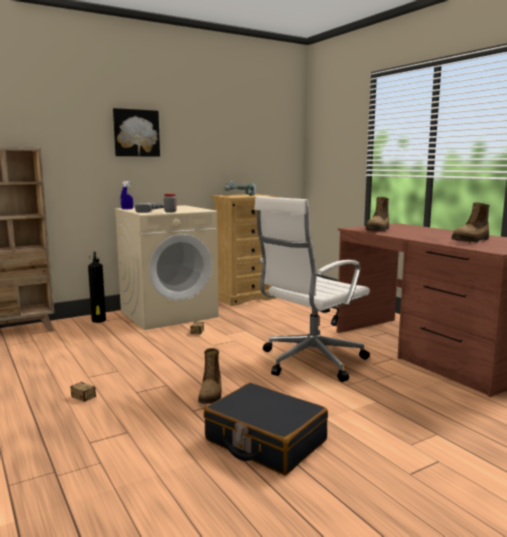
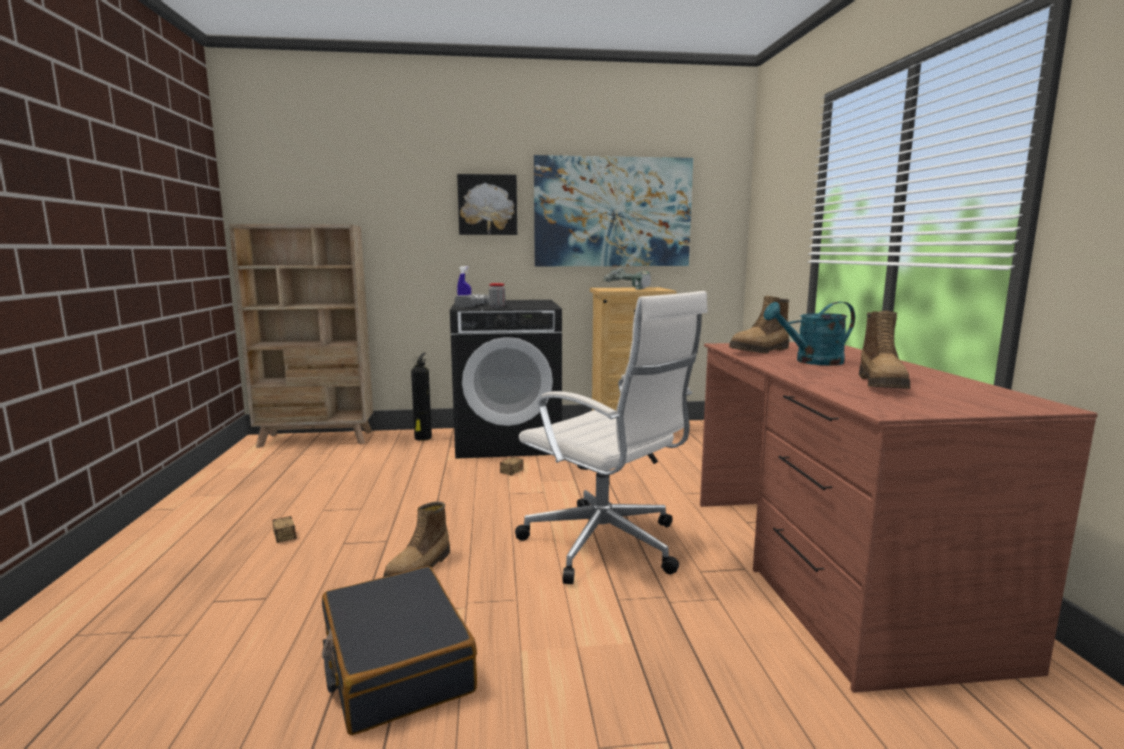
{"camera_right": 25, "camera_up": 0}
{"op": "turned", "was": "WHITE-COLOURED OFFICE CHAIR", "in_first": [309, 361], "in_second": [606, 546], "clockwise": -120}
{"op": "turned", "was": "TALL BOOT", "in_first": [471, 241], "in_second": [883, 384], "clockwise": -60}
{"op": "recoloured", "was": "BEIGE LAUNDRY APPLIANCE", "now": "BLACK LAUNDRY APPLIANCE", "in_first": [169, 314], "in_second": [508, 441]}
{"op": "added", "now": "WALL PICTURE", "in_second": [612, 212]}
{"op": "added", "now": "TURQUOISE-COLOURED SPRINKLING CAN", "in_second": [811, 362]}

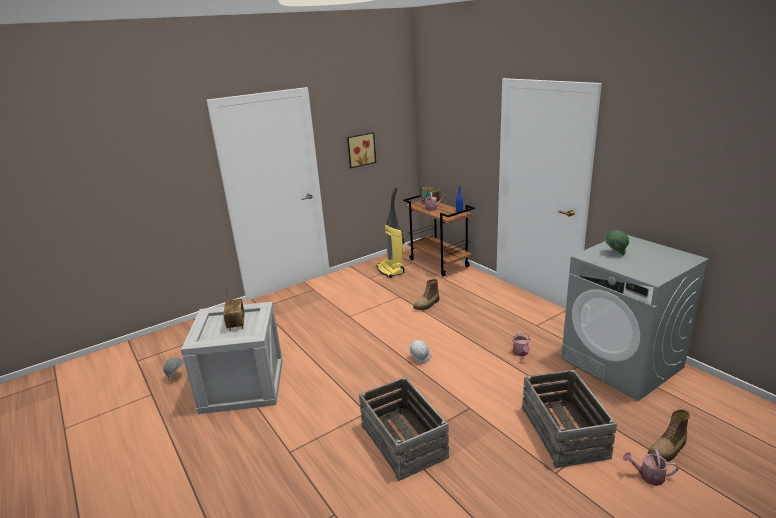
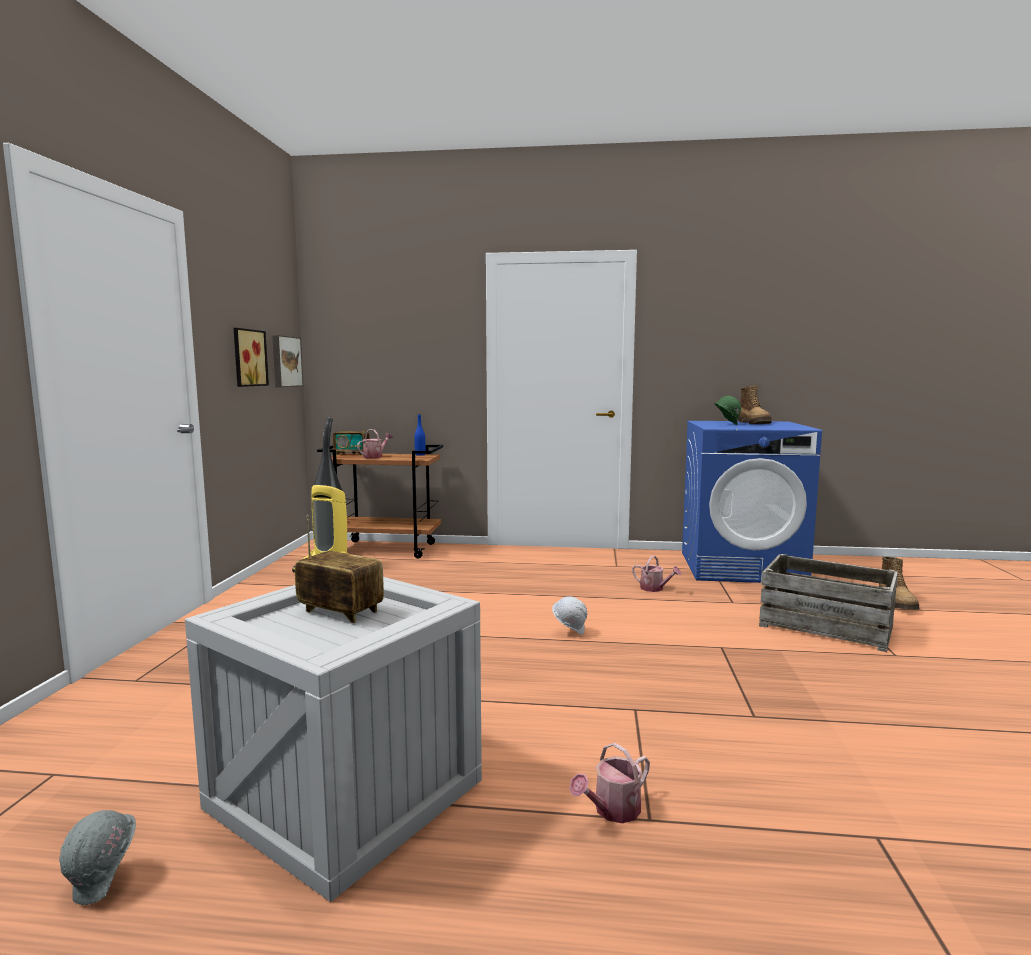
{"camera_right": -50, "camera_up": -15}
{"op": "recoloured", "was": "GREYISH LAUNDRY APPLIANCE", "now": "BLUE LAUNDRY APPLIANCE", "in_first": [622, 363], "in_second": [741, 567]}
{"op": "moved", "was": "TALL BOOT", "in_first": [427, 305], "in_second": [754, 423]}
{"op": "removed", "was": "SHIPPING CRATE", "in_first": [404, 441]}
{"op": "moved", "was": "SPRINKLING CAN", "in_first": [648, 476], "in_second": [612, 811]}
{"op": "added", "now": "WALL PICTURE", "in_second": [285, 361]}

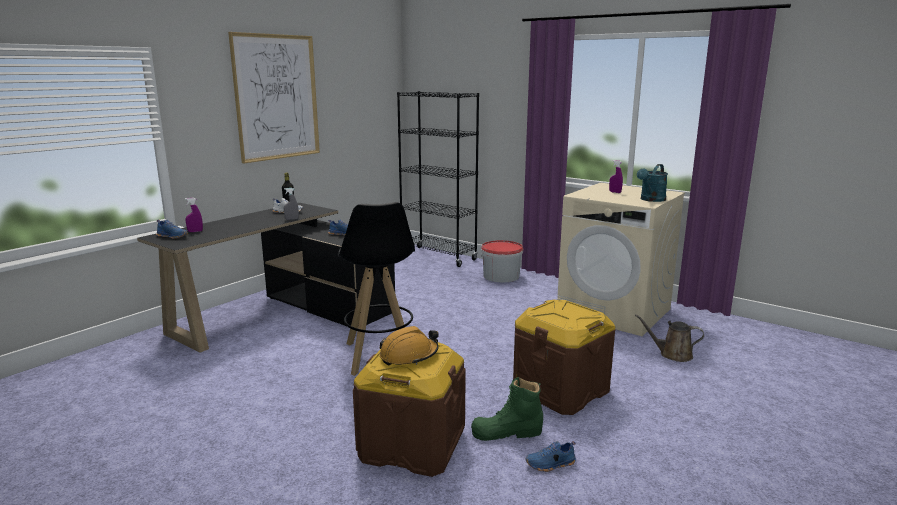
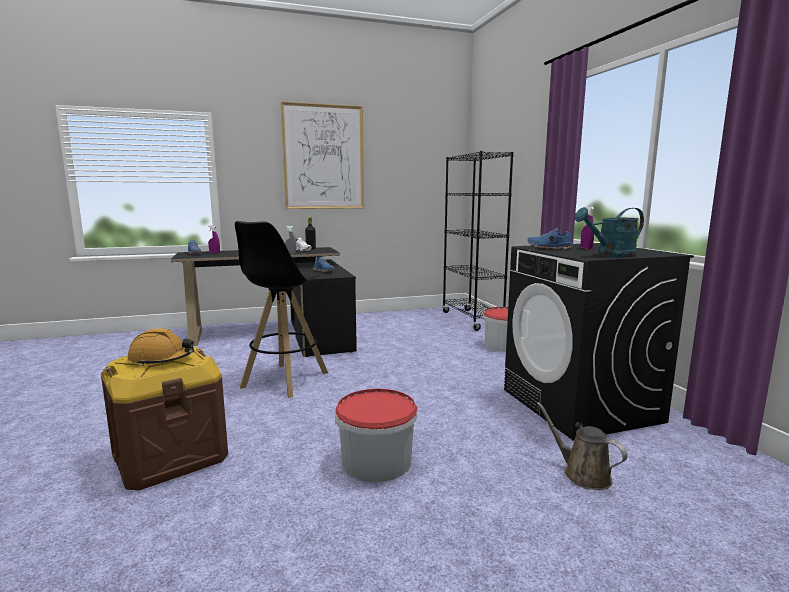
{"camera_right": 35, "camera_up": -5}
{"op": "recoloured", "was": "BEIGE LAUNDRY APPLIANCE", "now": "BLACK LAUNDRY APPLIANCE", "in_first": [614, 311], "in_second": [580, 405]}
{"op": "replaced", "was": "BROWN STORAGE CONTAINER", "now": "WATER BUCKET", "in_first": [560, 389], "in_second": [377, 461]}
{"op": "removed", "was": "GREENISH TALL BOOT", "in_first": [507, 432]}
{"op": "moved", "was": "BLUE ITEM OF FOOTWEAR", "in_first": [551, 464], "in_second": [549, 248]}

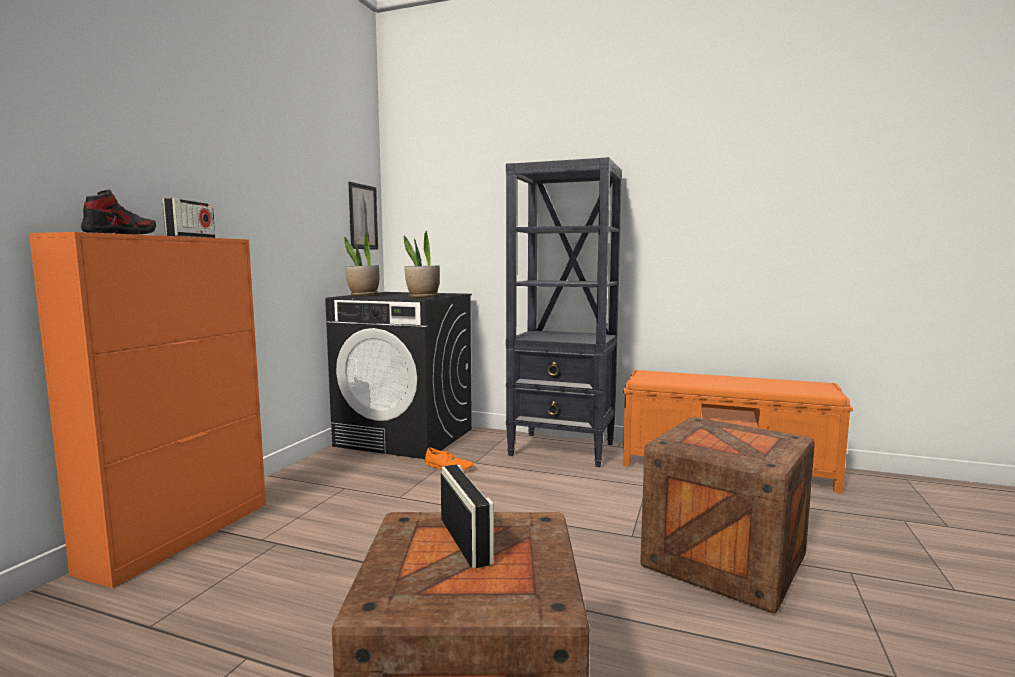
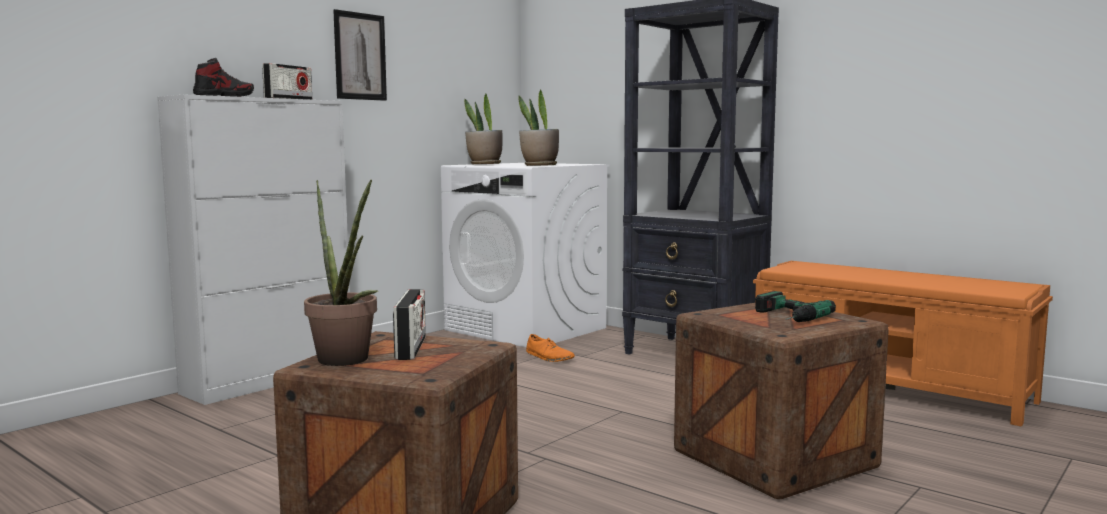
{"camera_right": 20, "camera_up": 0}
{"op": "moved", "was": "WALL PICTURE", "in_first": [363, 217], "in_second": [360, 56]}
{"op": "recoloured", "was": "ORANGEY STORAGE CABINET", "now": "WHITE-COLOURED STORAGE CABINET", "in_first": [181, 535], "in_second": [271, 379]}
{"op": "recoloured", "was": "BLACK LAUNDRY APPLIANCE", "now": "WHITE-COLOURED LAUNDRY APPLIANCE", "in_first": [406, 437], "in_second": [526, 329]}
{"op": "added", "now": "PLANT IN A POT", "in_second": [347, 362]}
{"op": "added", "now": "DRILL", "in_second": [783, 317]}

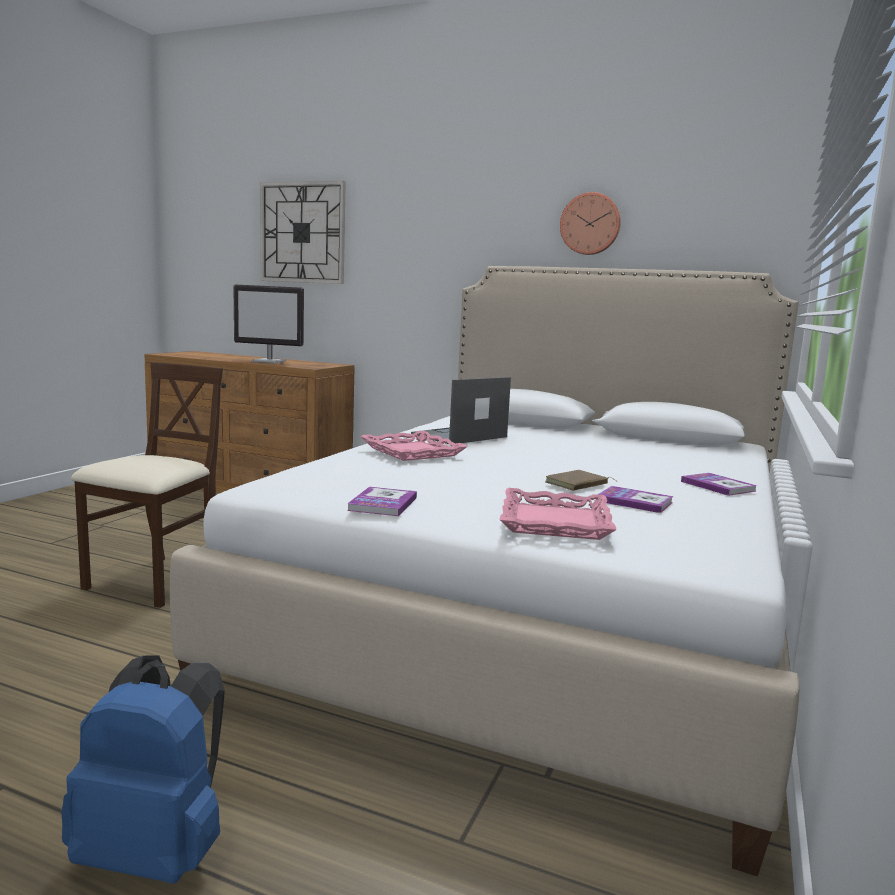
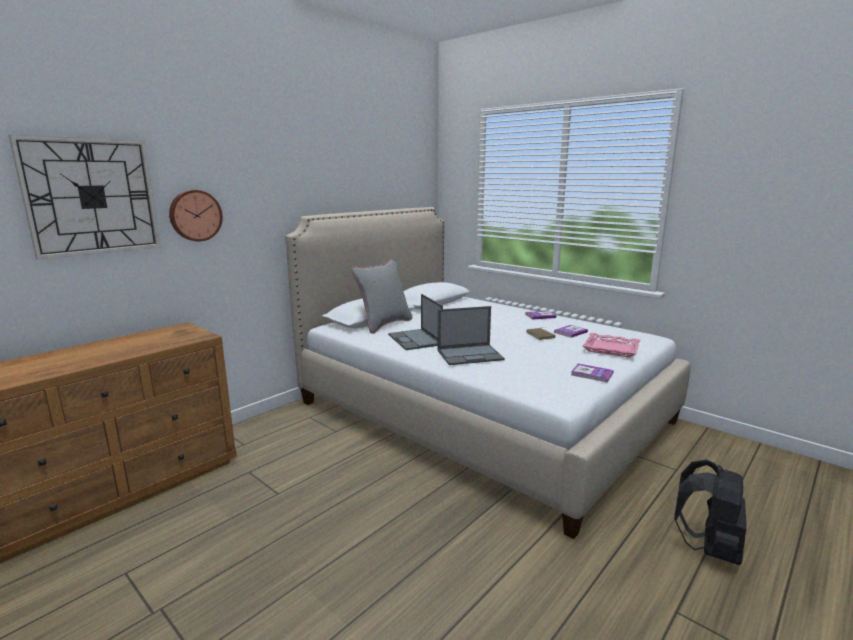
{"camera_right": -70, "camera_up": 5}
{"op": "moved", "was": "WALL CLOCK", "in_first": [590, 224], "in_second": [195, 215]}
{"op": "removed", "was": "COMPUTER SCREEN", "in_first": [269, 362]}
{"op": "removed", "was": "BEIGE PLAIN CHAIR", "in_first": [156, 581]}
{"op": "replaced", "was": "PINKISH TRAY", "now": "NOTEBOOK COMPUTER", "in_first": [413, 452], "in_second": [470, 355]}
{"op": "recoloured", "was": "BLUE RUCKSACK", "now": "BLACK RUCKSACK", "in_first": [156, 852], "in_second": [709, 548]}
{"op": "added", "now": "GREYISH THROW PILLOW", "in_second": [384, 324]}

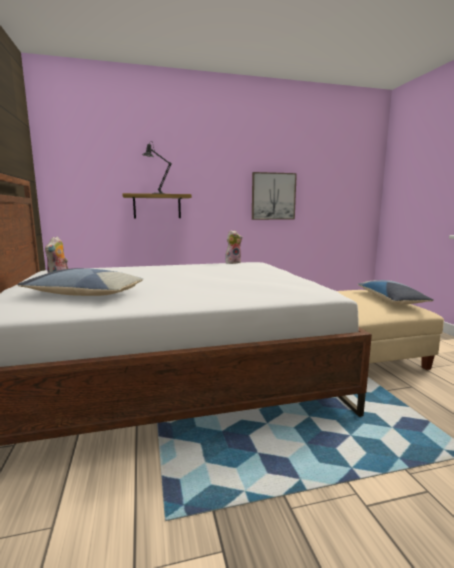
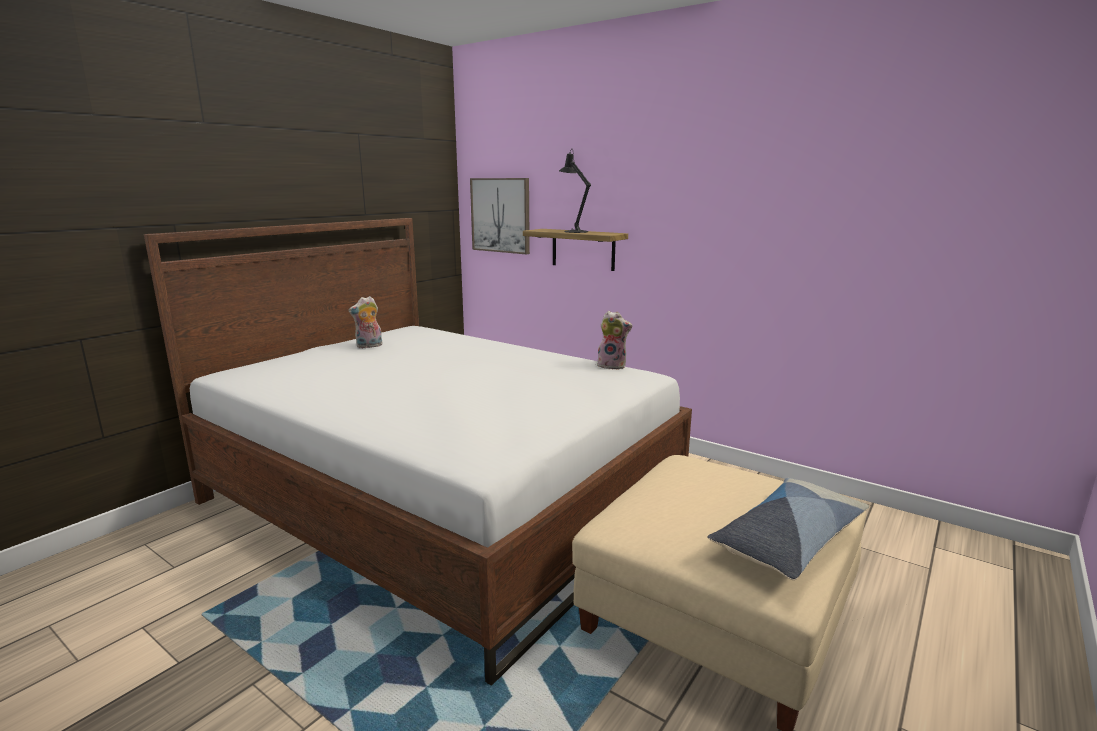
{"camera_right": 50, "camera_up": 5}
{"op": "moved", "was": "WALL PICTURE", "in_first": [273, 196], "in_second": [501, 215]}
{"op": "removed", "was": "THROW PILLOW", "in_first": [84, 294]}

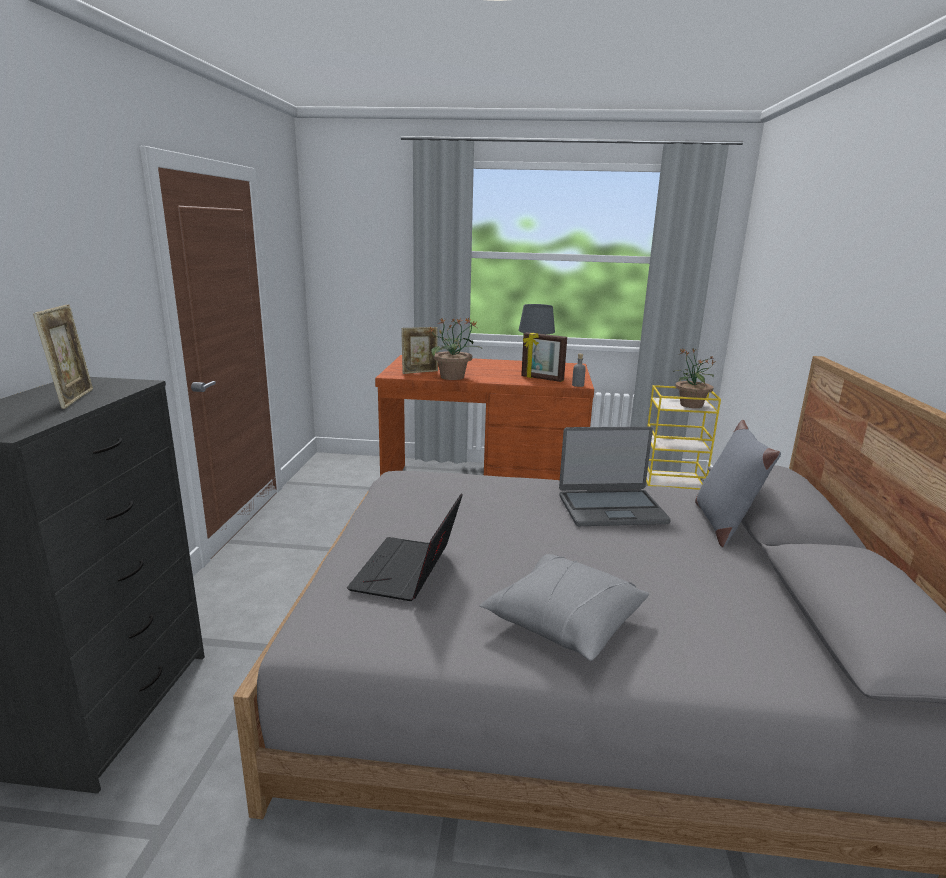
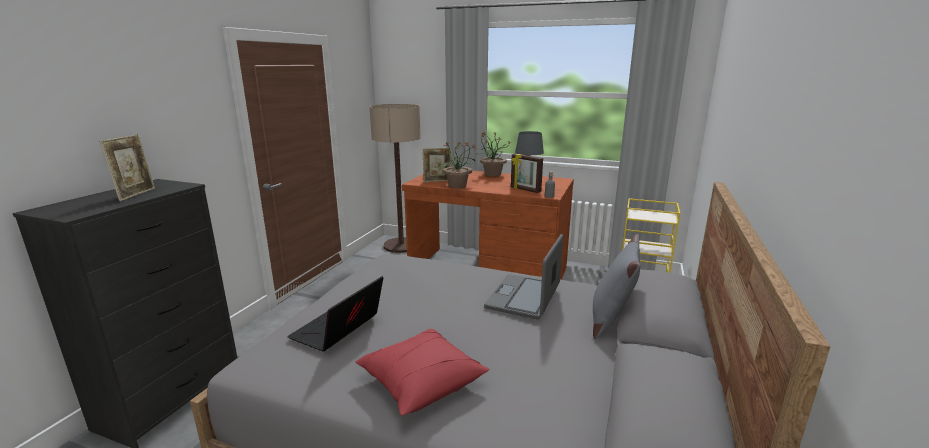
{"camera_right": 15, "camera_up": 0}
{"op": "moved", "was": "PLANT IN A POT", "in_first": [690, 405], "in_second": [492, 174]}
{"op": "turned", "was": "NOTEBOOK COMPUTER", "in_first": [611, 508], "in_second": [524, 297], "clockwise": 105}
{"op": "recoloured", "was": "GREYISH THROW PILLOW", "now": "RED-COLOURED THROW PILLOW", "in_first": [564, 621], "in_second": [421, 381]}
{"op": "added", "now": "STANDING LAMP", "in_second": [401, 246]}

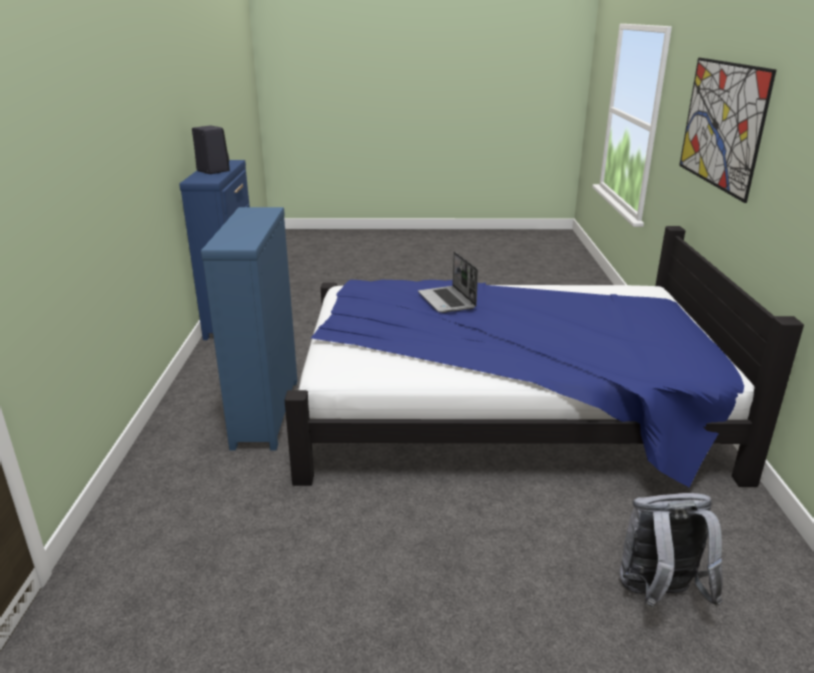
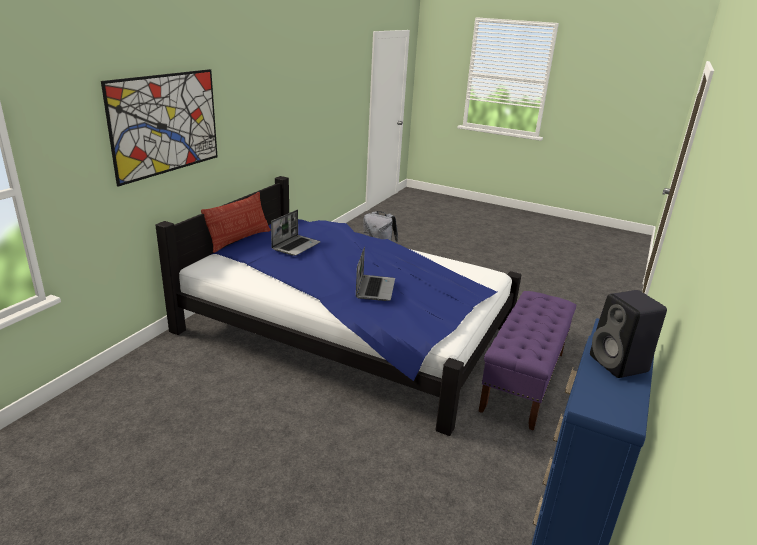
{"camera_right": -155, "camera_up": 0}
{"op": "replaced", "was": "BLUE DRAWER CHEST", "now": "PURPLISH LONG SEAT", "in_first": [265, 413], "in_second": [523, 380]}
{"op": "added", "now": "THROW PILLOW", "in_second": [239, 239]}
{"op": "added", "now": "NOTEBOOK COMPUTER", "in_second": [296, 246]}

